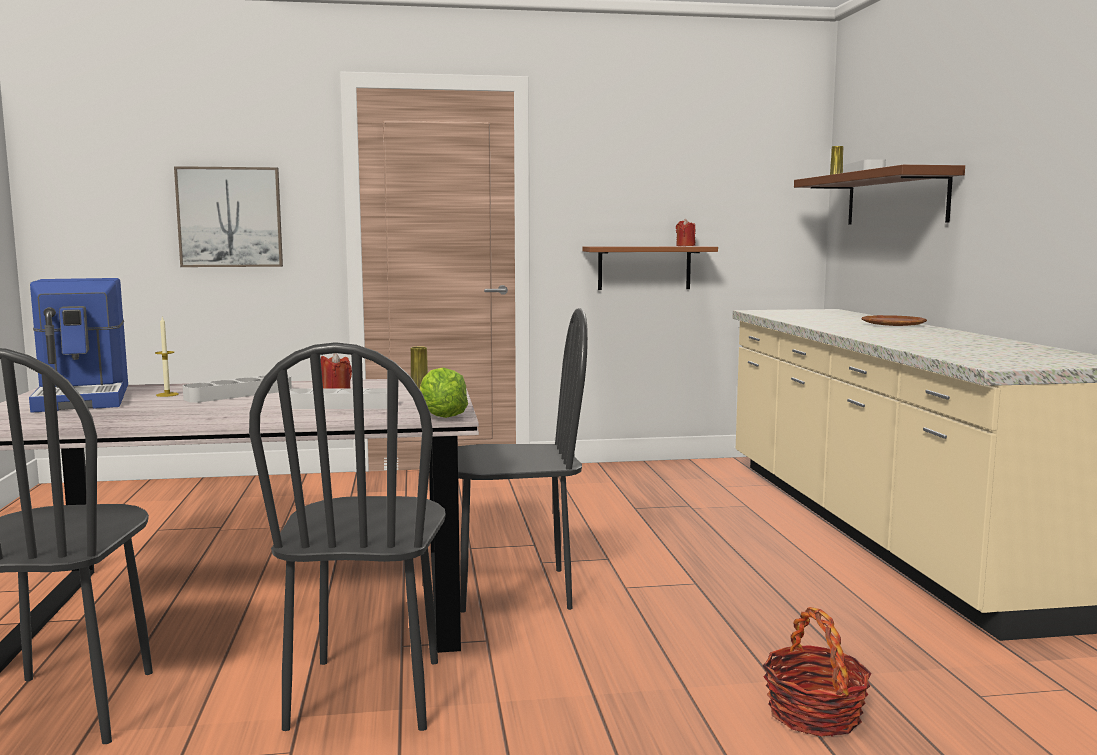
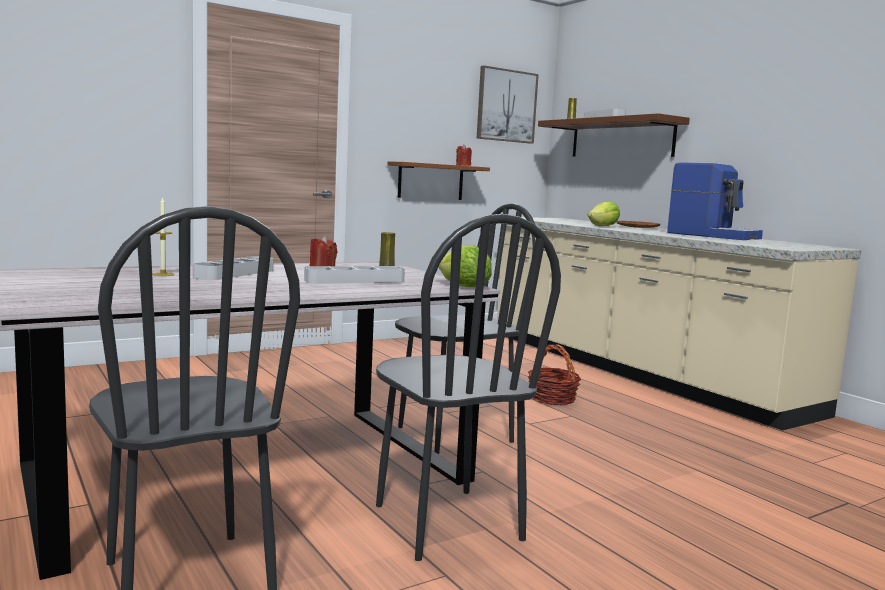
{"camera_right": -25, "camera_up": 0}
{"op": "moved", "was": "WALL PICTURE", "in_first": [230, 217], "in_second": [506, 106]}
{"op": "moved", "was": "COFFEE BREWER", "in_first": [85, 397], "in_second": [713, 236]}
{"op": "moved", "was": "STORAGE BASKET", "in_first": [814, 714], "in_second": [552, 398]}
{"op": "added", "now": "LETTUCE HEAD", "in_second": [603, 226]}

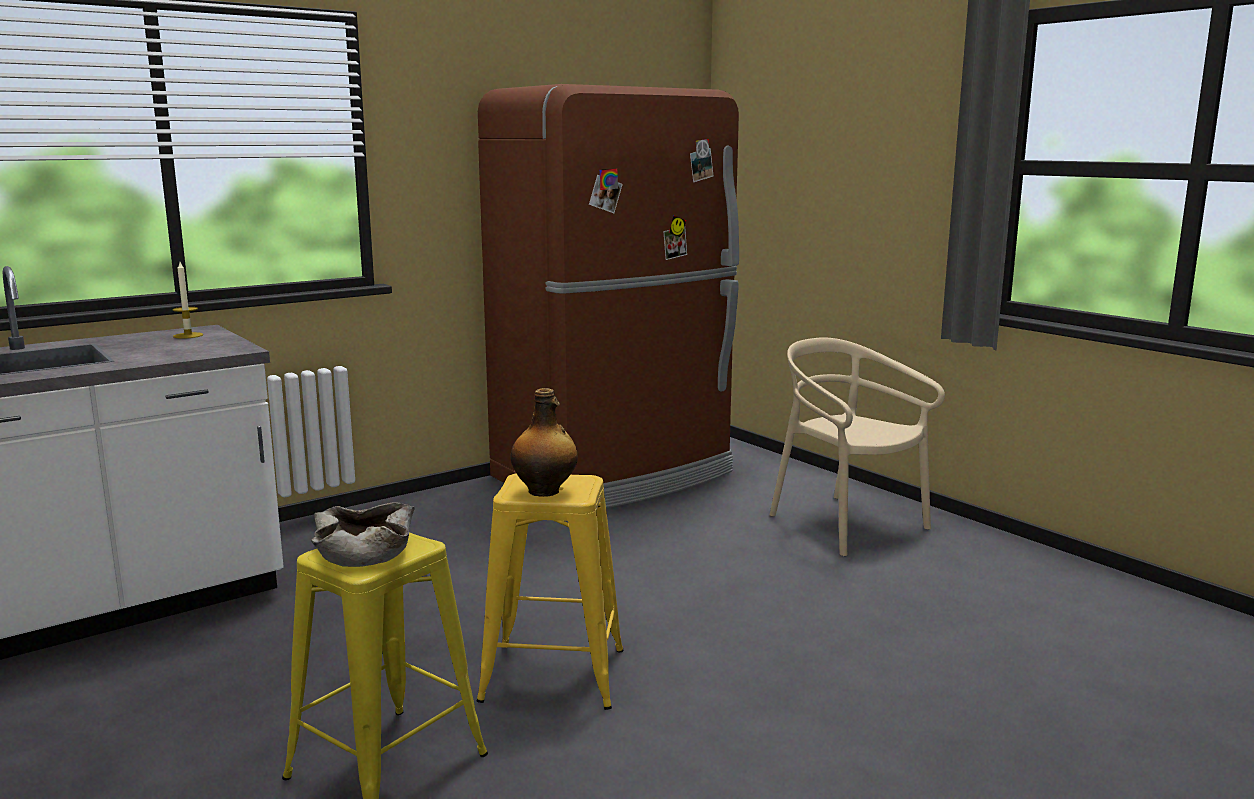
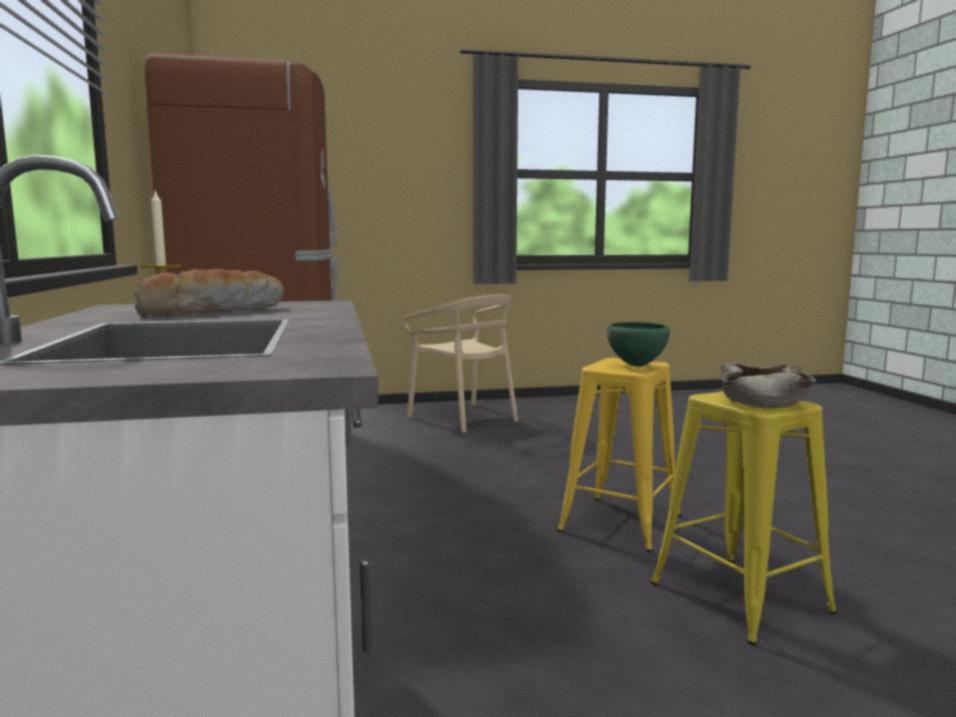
{"camera_right": -65, "camera_up": -5}
{"op": "turned", "was": "BEIGE PLAIN CHAIR", "in_first": [846, 524], "in_second": [464, 418], "clockwise": -120}
{"op": "replaced", "was": "DRINK BOTTLE", "now": "GREENISH SERVING BOWL", "in_first": [545, 491], "in_second": [637, 366]}
{"op": "added", "now": "BREAD", "in_second": [213, 311]}

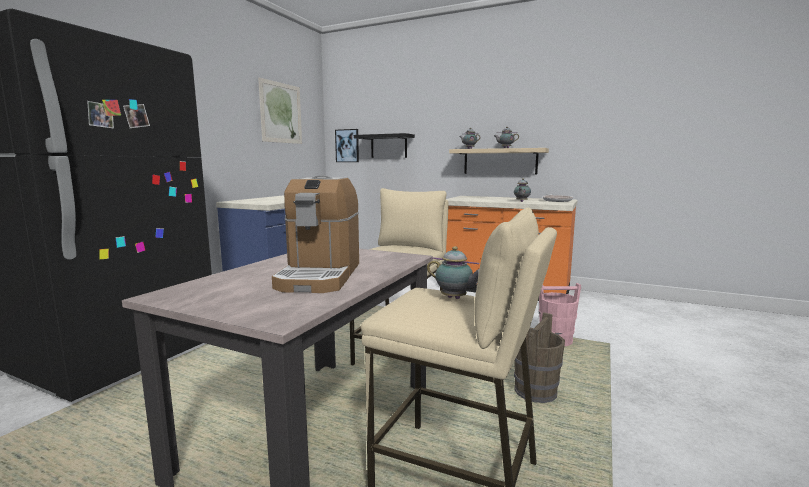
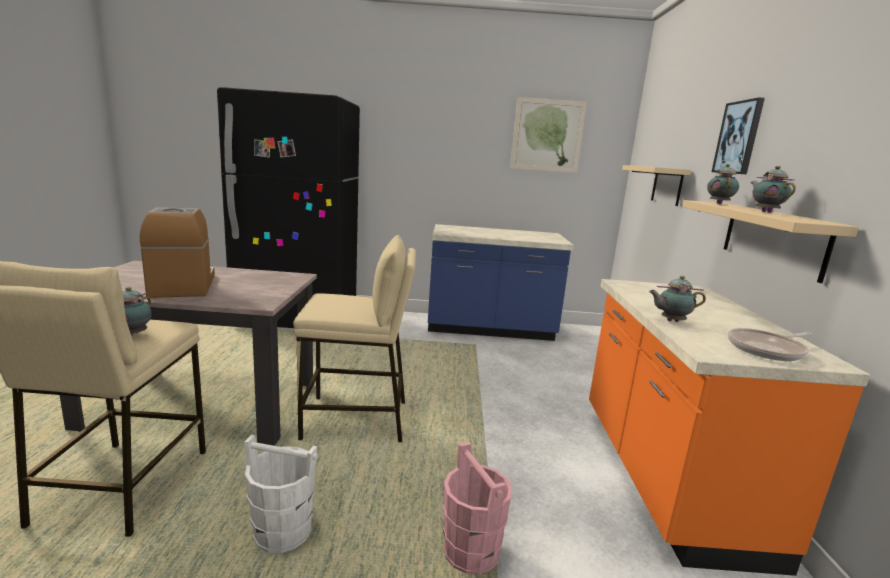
{"camera_right": 65, "camera_up": 5}
{"op": "moved", "was": "WALL PICTURE", "in_first": [347, 146], "in_second": [738, 138]}
{"op": "recoloured", "was": "BLACK WALL SHELF", "now": "BEIGE WALL SHELF", "in_first": [389, 146], "in_second": [667, 185]}
{"op": "turned", "was": "COFFEE BREWER", "in_first": [320, 275], "in_second": [183, 285], "clockwise": 90}
{"op": "recoloured", "was": "BROWN WATER BUCKET", "now": "WHITE-COLOURED WATER BUCKET", "in_first": [535, 392], "in_second": [282, 532]}

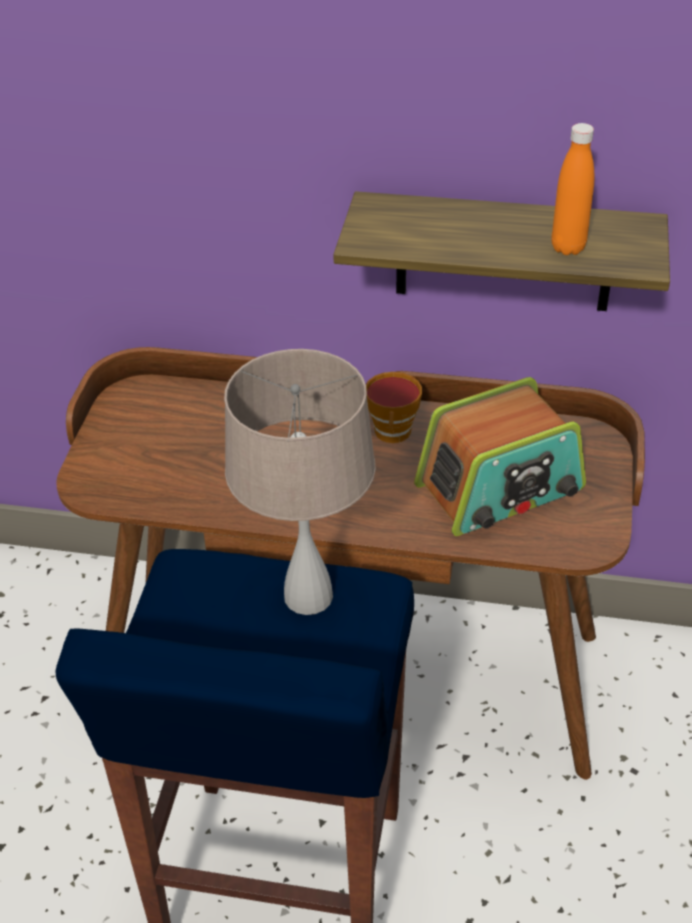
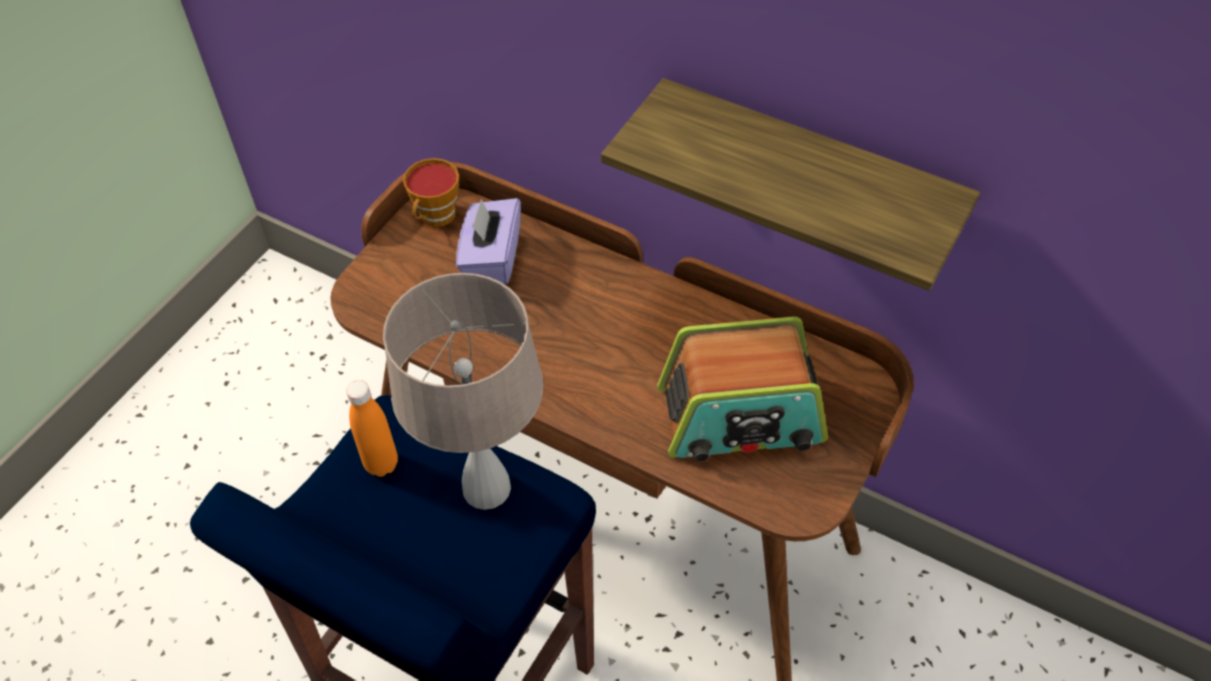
{"camera_right": 20, "camera_up": 10}
{"op": "moved", "was": "ORANGEY DRINK BOTTLE", "in_first": [568, 248], "in_second": [381, 464]}
{"op": "moved", "was": "DRINKING CUP", "in_first": [393, 434], "in_second": [436, 218]}
{"op": "added", "now": "PURPLISH TISSUE HOLDER", "in_second": [491, 258]}

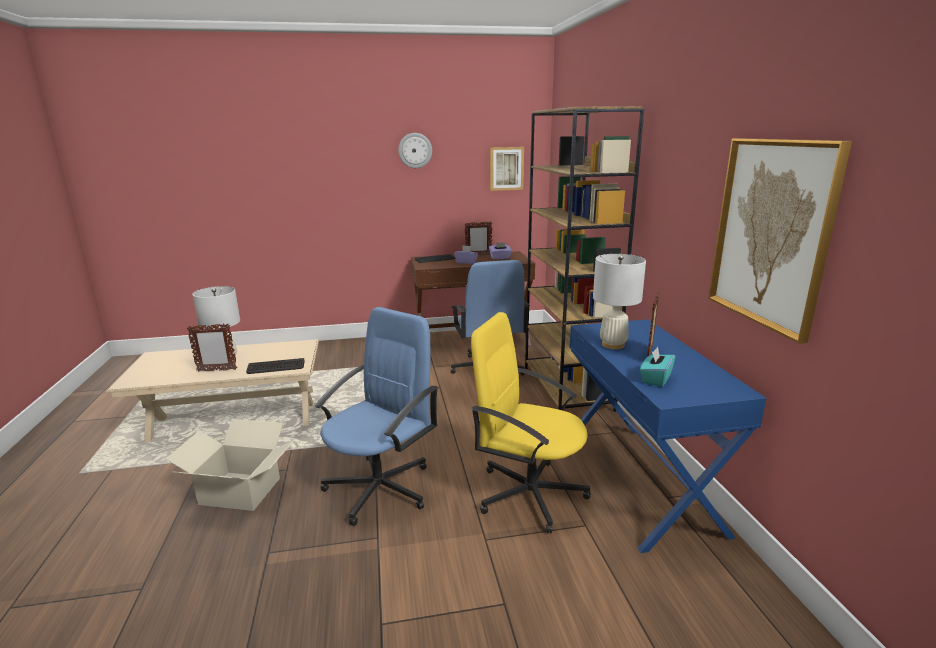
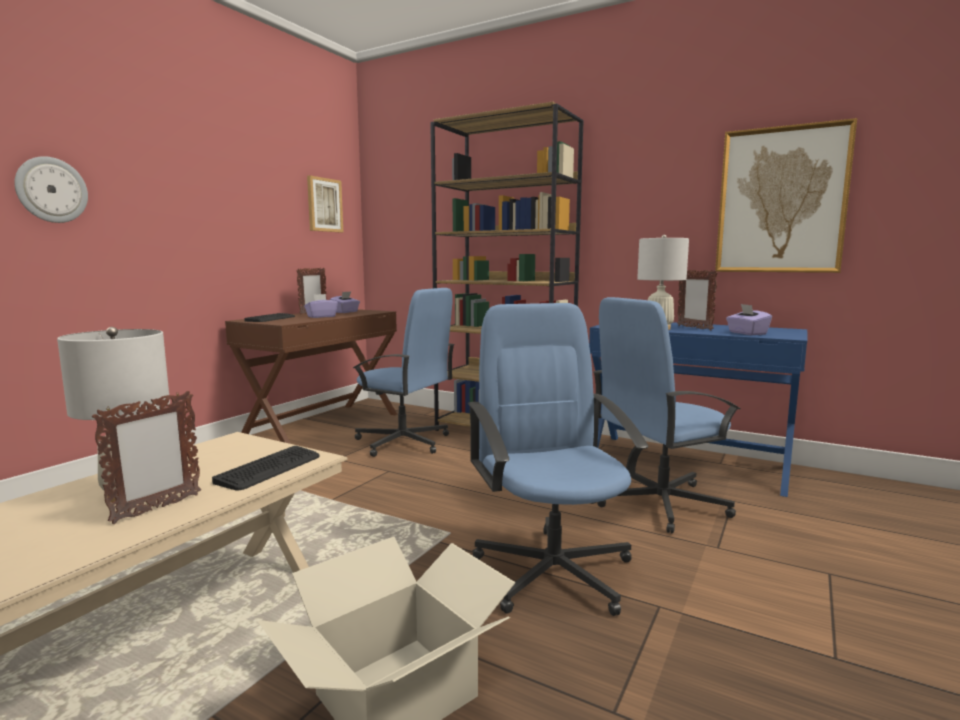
{"camera_right": -50, "camera_up": -10}
{"op": "moved", "was": "WALL CLOCK", "in_first": [415, 150], "in_second": [51, 190]}
{"op": "recoloured", "was": "YELLOW-COLOURED OFFICE CHAIR", "now": "BLUE OFFICE CHAIR", "in_first": [529, 493], "in_second": [659, 503]}
{"op": "recoloured", "was": "TURQUOISE-COLOURED TISSUE HOLDER", "now": "PURPLISH TISSUE HOLDER", "in_first": [655, 379], "in_second": [746, 333]}

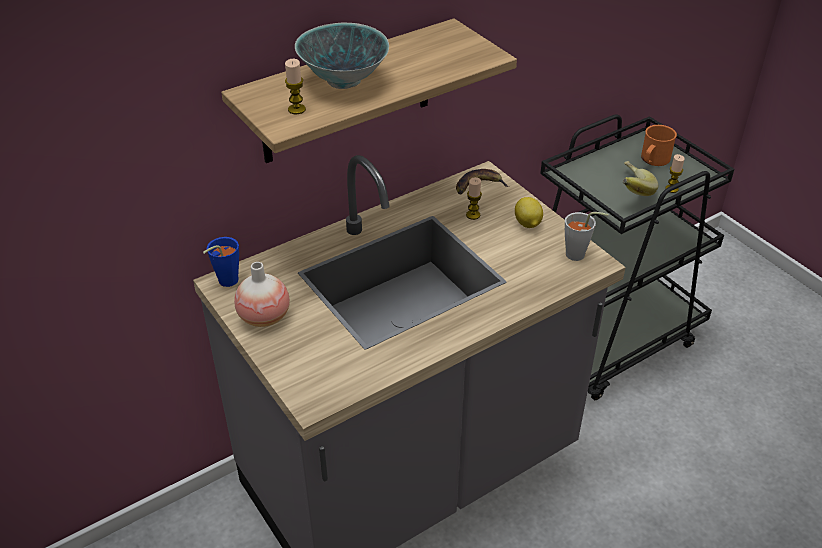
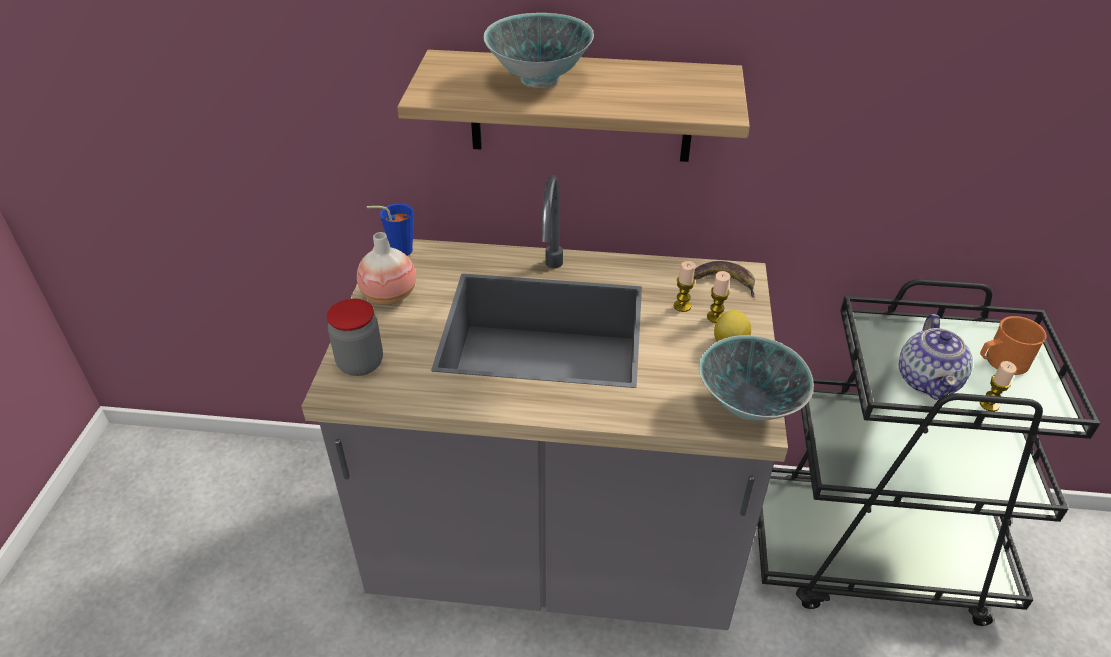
{"camera_right": 40, "camera_up": 0}
{"op": "moved", "was": "WAX CANDLE", "in_first": [296, 109], "in_second": [715, 317]}
{"op": "replaced", "was": "WHOLE BANANA", "now": "TEAPOT", "in_first": [629, 191], "in_second": [928, 380]}
{"op": "replaced", "was": "GREYISH DRINKING CUP", "now": "SERVING BOWL", "in_first": [579, 255], "in_second": [747, 406]}
{"op": "added", "now": "JAR", "in_second": [360, 363]}

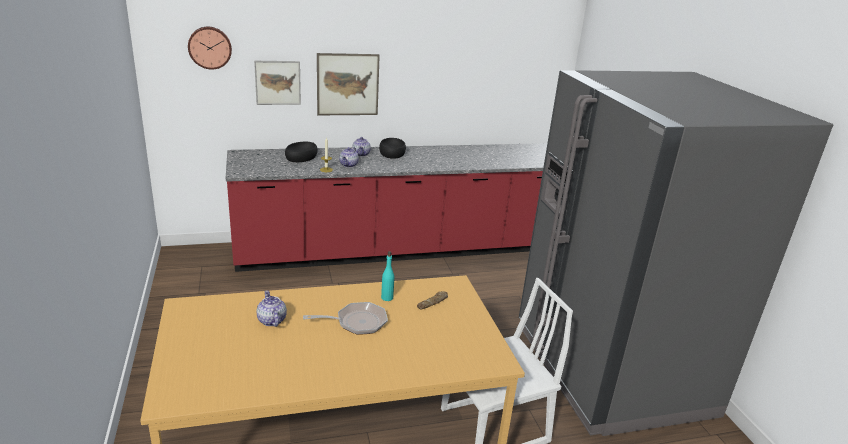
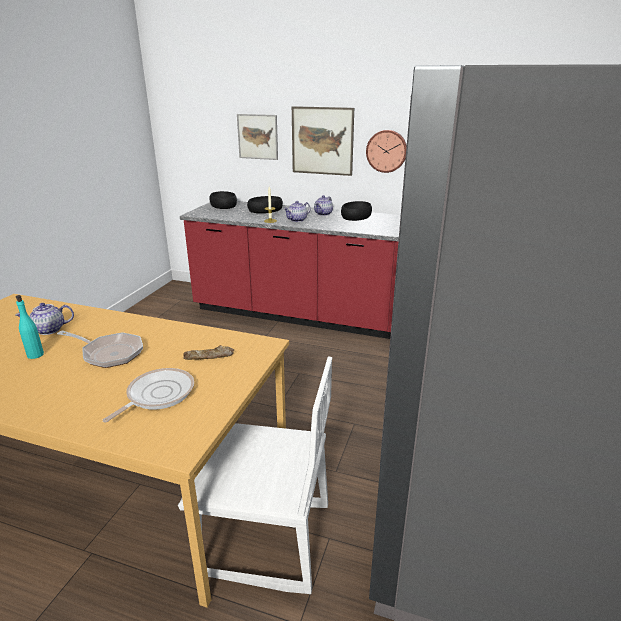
{"camera_right": 35, "camera_up": 0}
{"op": "moved", "was": "WALL CLOCK", "in_first": [210, 47], "in_second": [386, 151]}
{"op": "moved", "was": "TURQUOISE-COLOURED DRINK BOTTLE", "in_first": [387, 297], "in_second": [35, 355]}
{"op": "turned", "was": "TEAPOT", "in_first": [271, 320], "in_second": [49, 330], "clockwise": -120}
{"op": "added", "now": "BLACK SERVING BOWL", "in_second": [223, 205]}
{"op": "added", "now": "PAN", "in_second": [157, 395]}

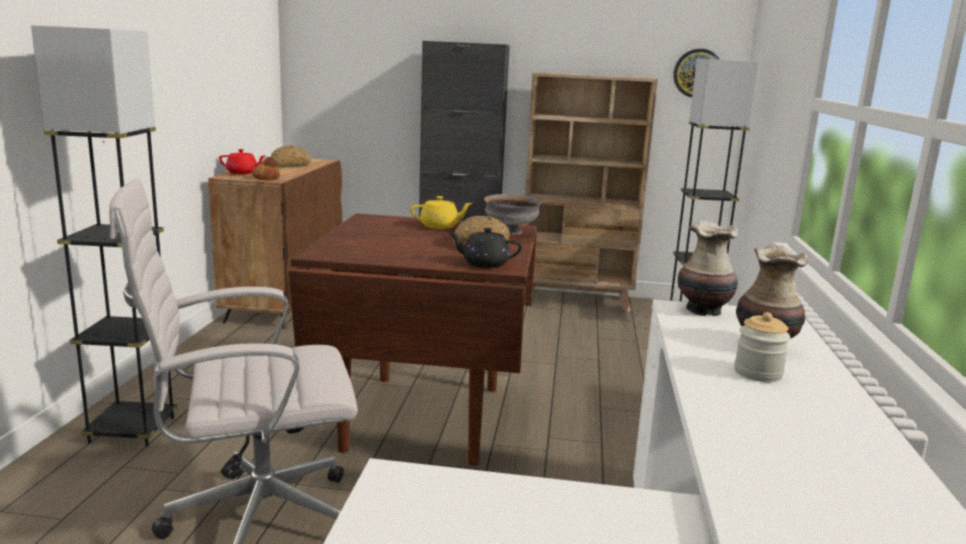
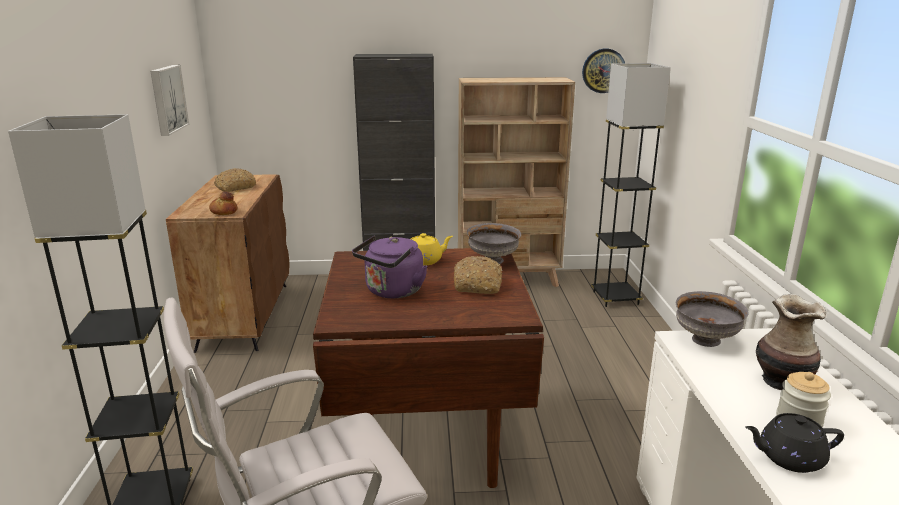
{"camera_right": -10, "camera_up": 5}
{"op": "removed", "was": "RED-COLOURED TEAPOT", "in_first": [243, 173]}
{"op": "replaced", "was": "VASE", "now": "GREYISH SERVING BOWL", "in_first": [704, 311], "in_second": [706, 341]}
{"op": "moved", "was": "BLACK TEAPOT", "in_first": [484, 263], "in_second": [789, 458]}
{"op": "added", "now": "WALL PICTURE", "in_second": [167, 99]}
{"op": "added", "now": "PURPLISH WATER KETTLE", "in_second": [392, 292]}

